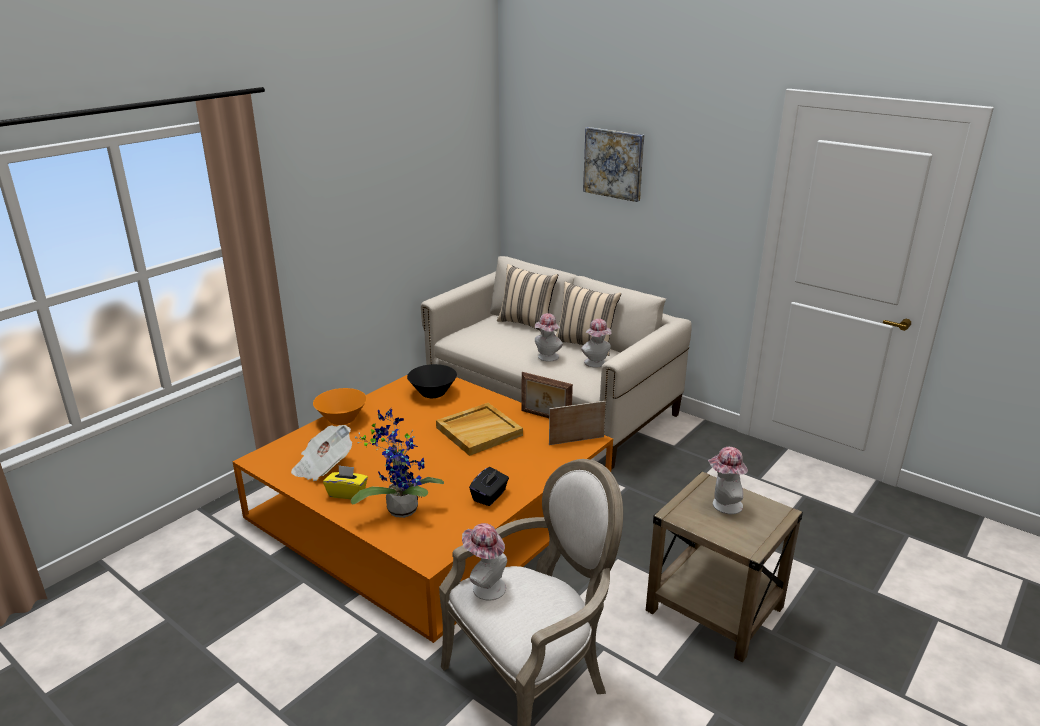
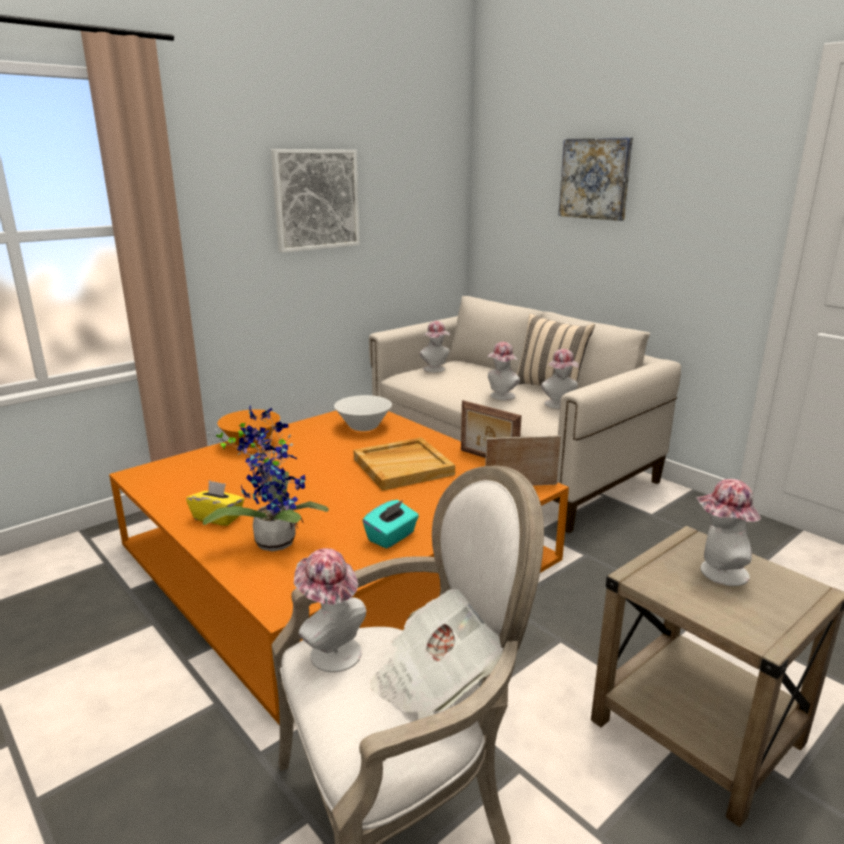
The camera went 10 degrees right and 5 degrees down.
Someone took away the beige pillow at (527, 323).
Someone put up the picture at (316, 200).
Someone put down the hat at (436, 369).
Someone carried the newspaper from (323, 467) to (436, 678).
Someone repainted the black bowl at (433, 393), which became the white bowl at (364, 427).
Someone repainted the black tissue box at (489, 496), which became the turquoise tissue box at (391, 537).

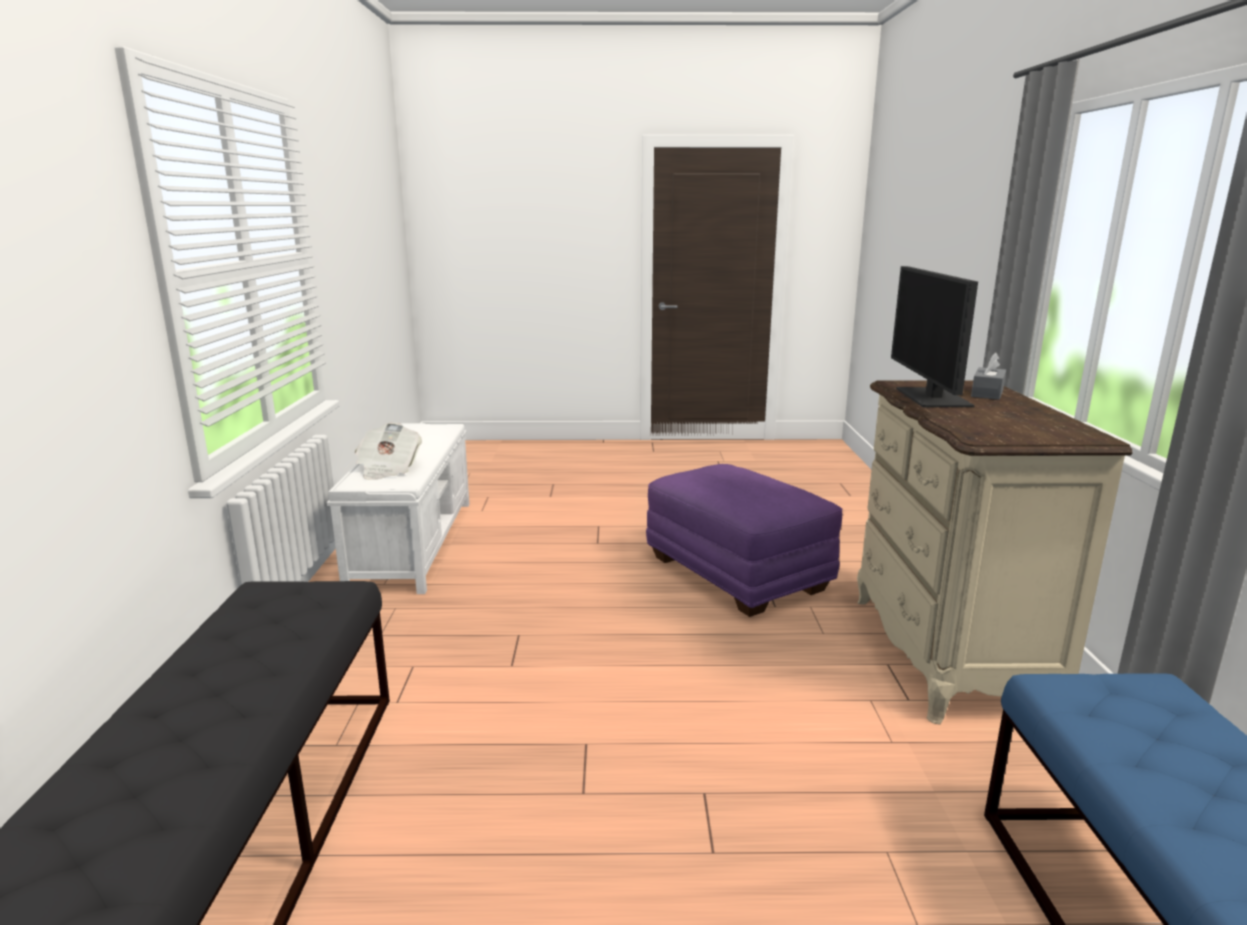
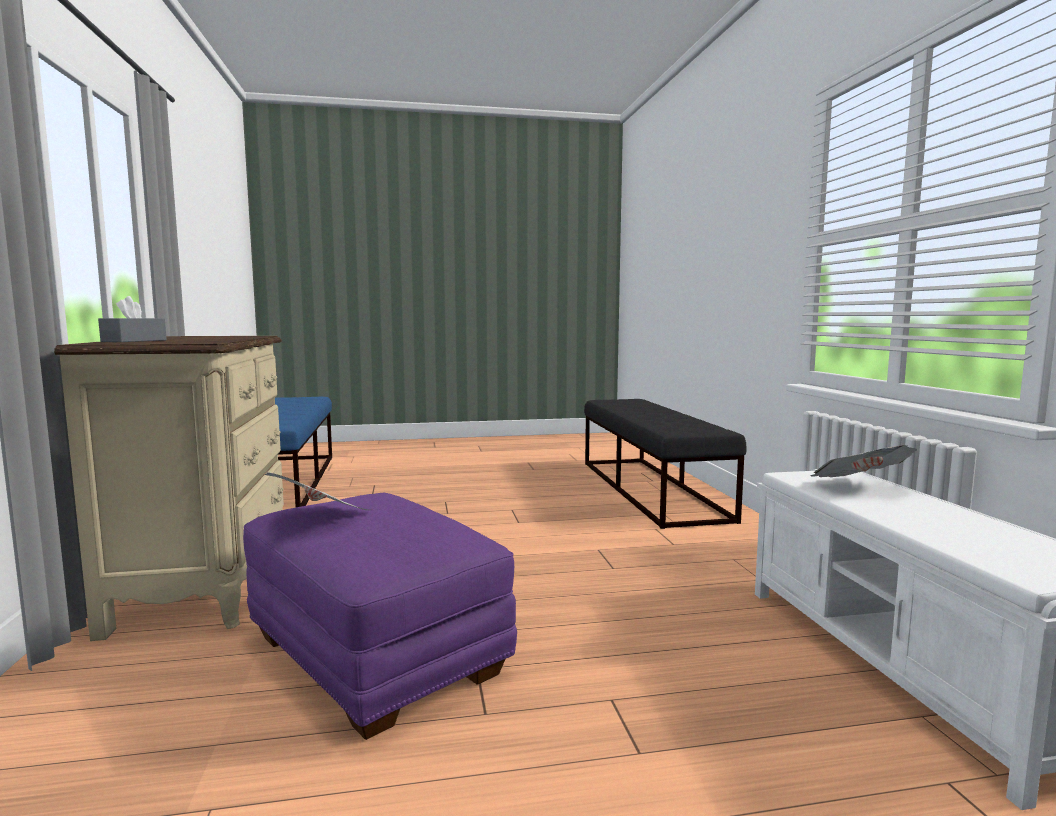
The camera went 170 degrees right and 10 degrees down.
Someone took away the monitor at (933, 397).
Someone put down the newspaper at (320, 518).

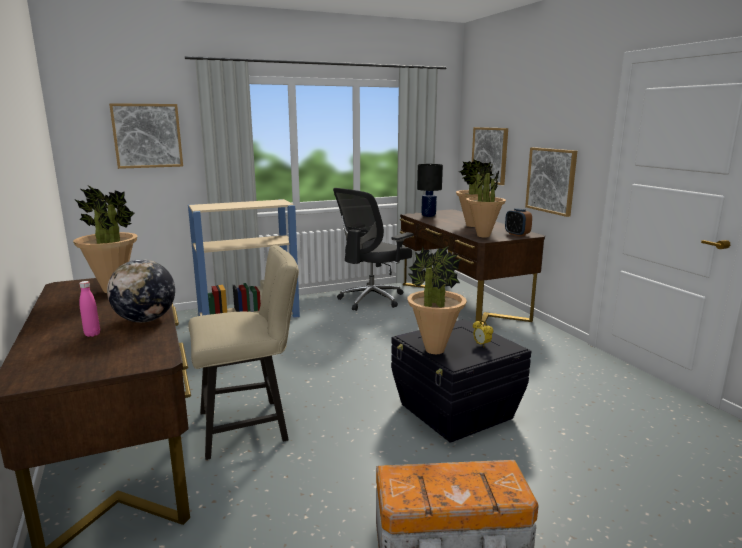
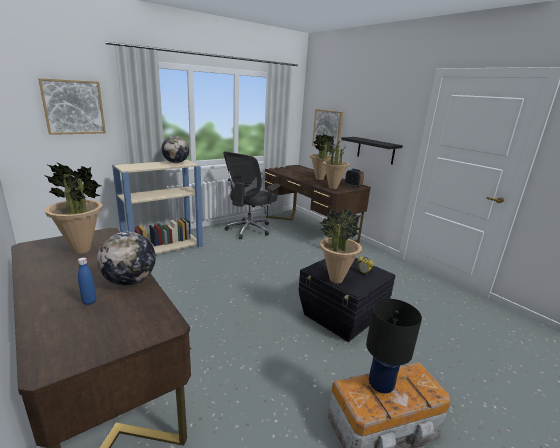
The camera went 15 degrees left and 5 degrees up.
Someone took away the beige chair at (251, 425).
Someone put down the globe at (176, 162).
Someone carried the black table lamp from (428, 216) to (381, 386).
Someone swapped the picture at (551, 180) for the black shelf at (375, 150).
Someone repainted the pink bottle at (92, 334), which became the blue bottle at (89, 302).

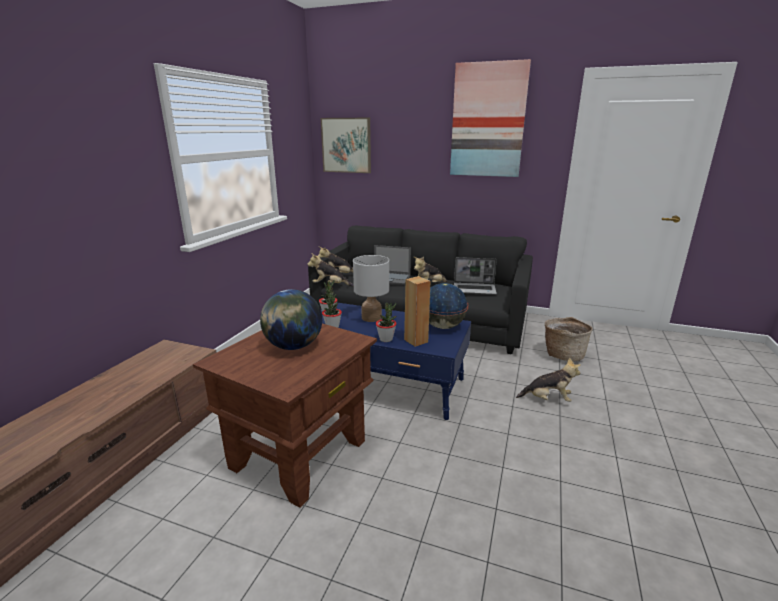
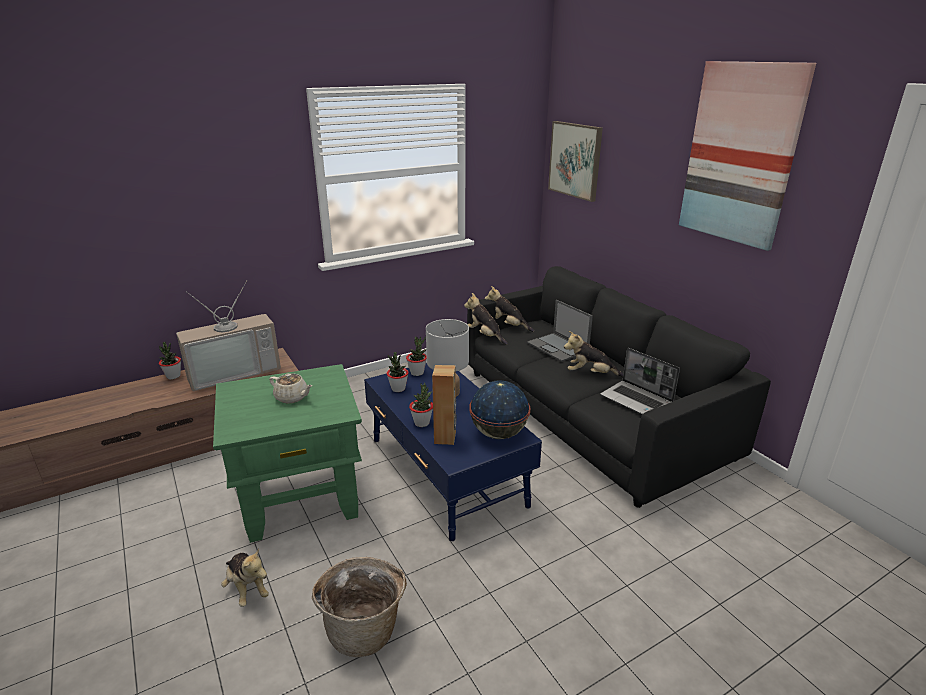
The camera went 40 degrees right and 5 degrees up.
Someone put down the potted plant at (173, 376).
Someone put down the television at (234, 371).
Someone carried the plush toy from (547, 399) to (247, 588).
Someone carried the basket from (563, 354) to (365, 628).
Someone swapped the globe at (293, 346) for the beige teapot at (292, 397).
Someone repainted the brown side table at (300, 454), which became the green side table at (301, 499).

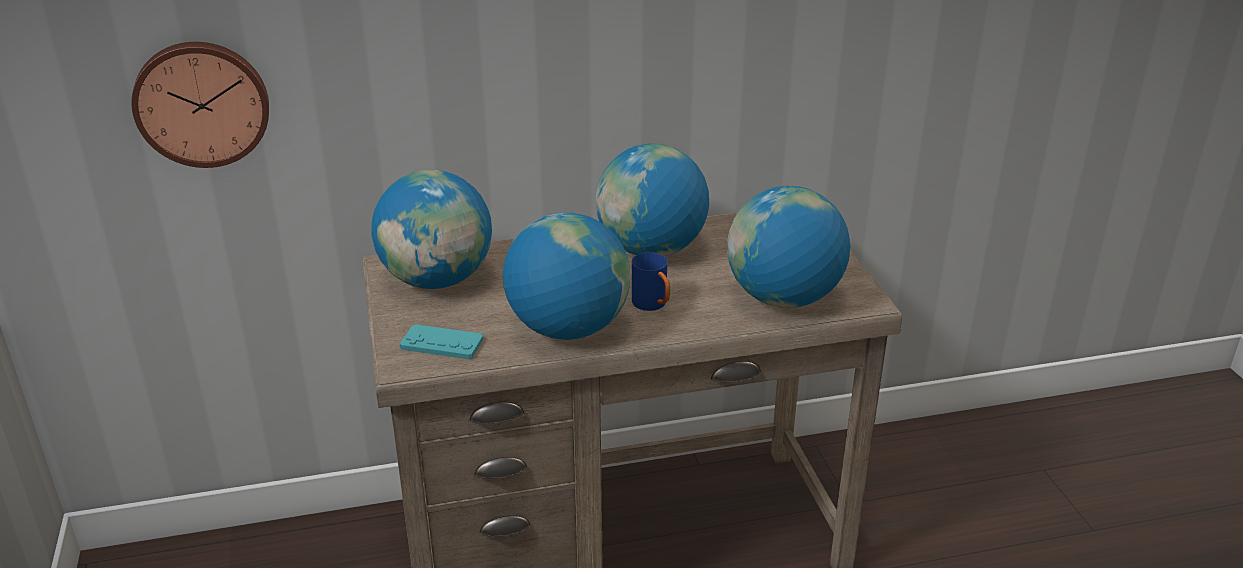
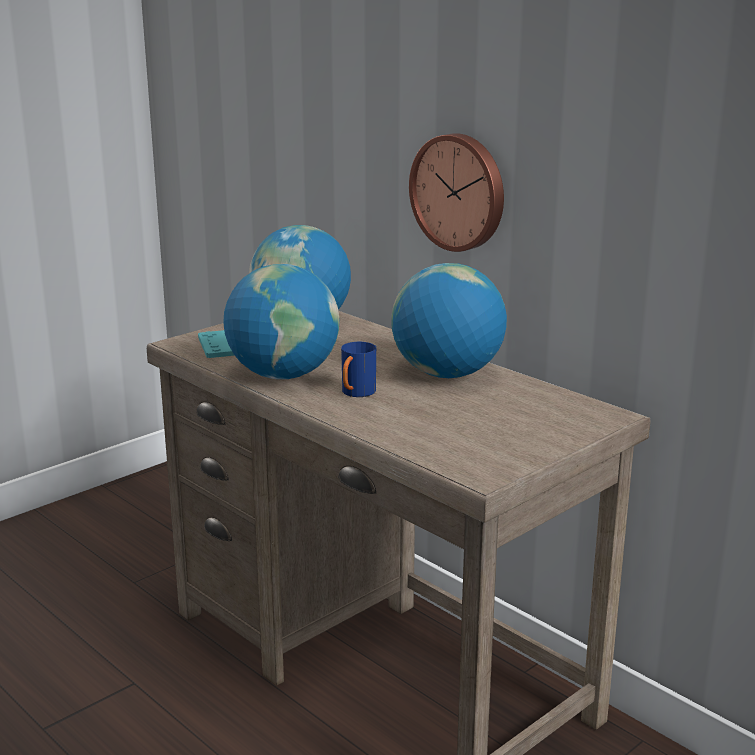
The camera went 60 degrees right and 10 degrees down.
Someone took away the globe at (783, 298).
Someone carried the wall clock from (202, 103) to (459, 192).

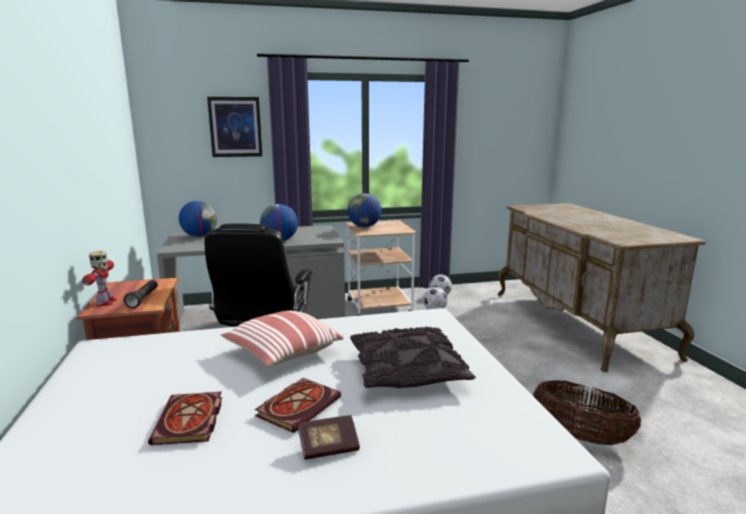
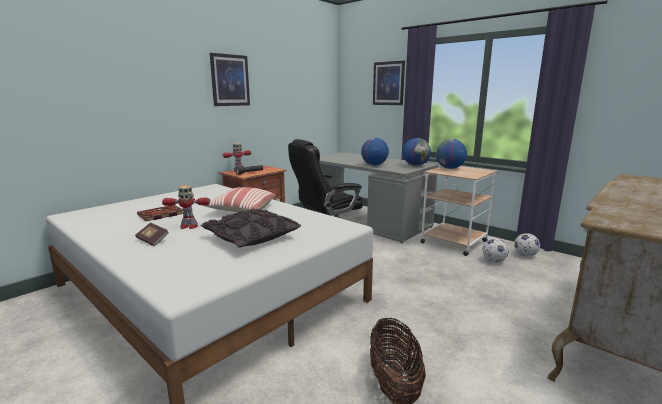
The camera went 55 degrees right and 0 degrees up.
Someone put up the picture at (230, 80).
Someone carried the globe from (199, 236) to (415, 165).
Someone swapped the book at (299, 406) for the toy robot at (188, 226).

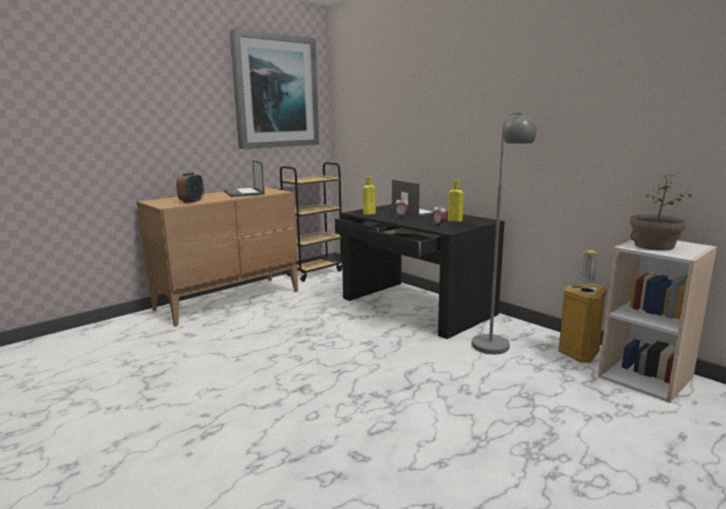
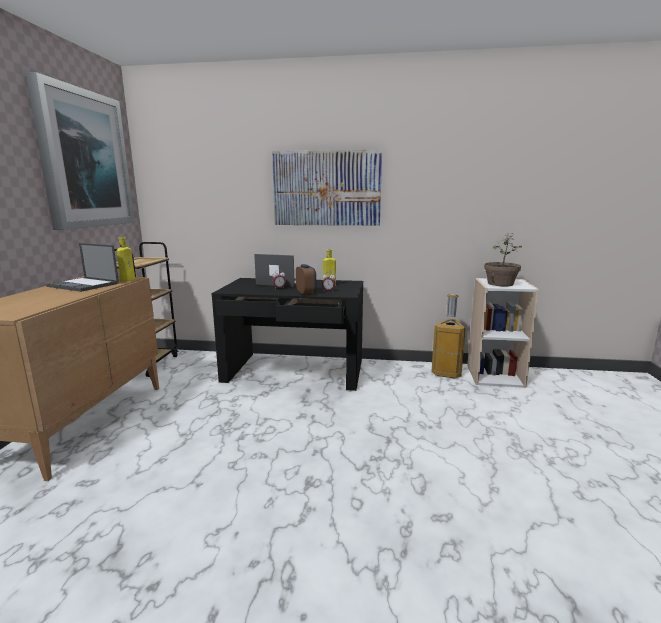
The camera went 40 degrees left and 0 degrees up.
Someone took away the grey floor lamp at (496, 342).
Someone put up the picture at (326, 188).
Someone carried the alarm clock from (191, 201) to (306, 292).
Someone carried the yellow bottle from (370, 213) to (128, 279).

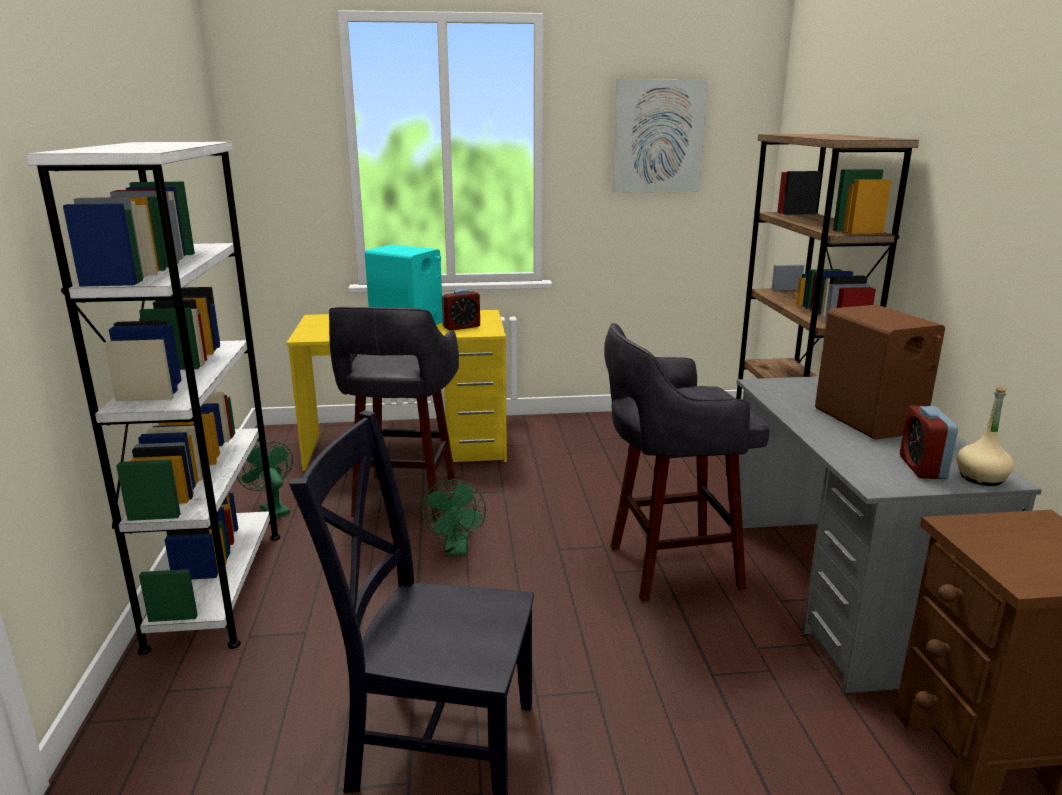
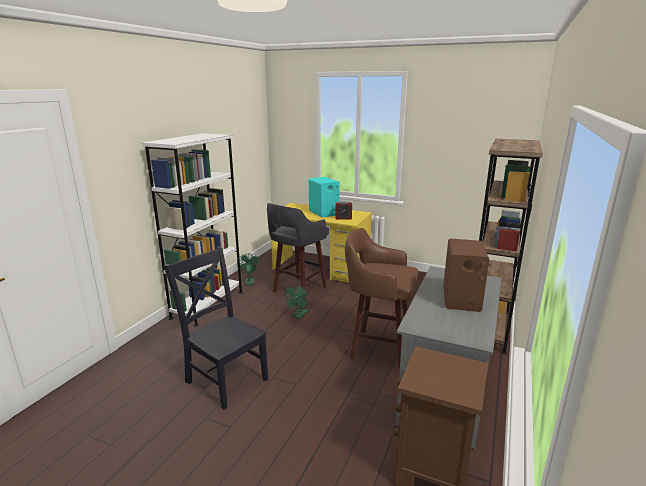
The camera went 30 degrees right and 0 degrees up.
Someone took away the picture at (658, 136).
Someone took away the alarm clock at (922, 467).
Someone took away the beige bottle at (981, 478).
Someone repainted the grey stool at (668, 567), which became the brown stool at (377, 349).

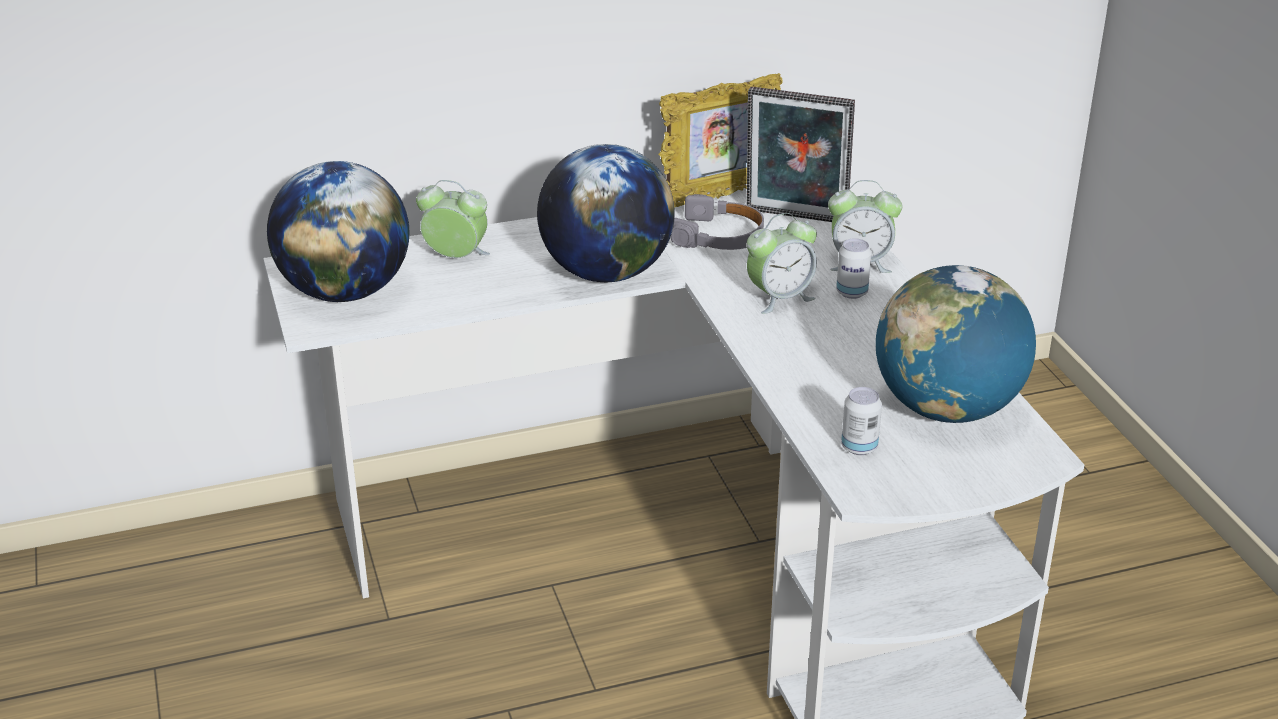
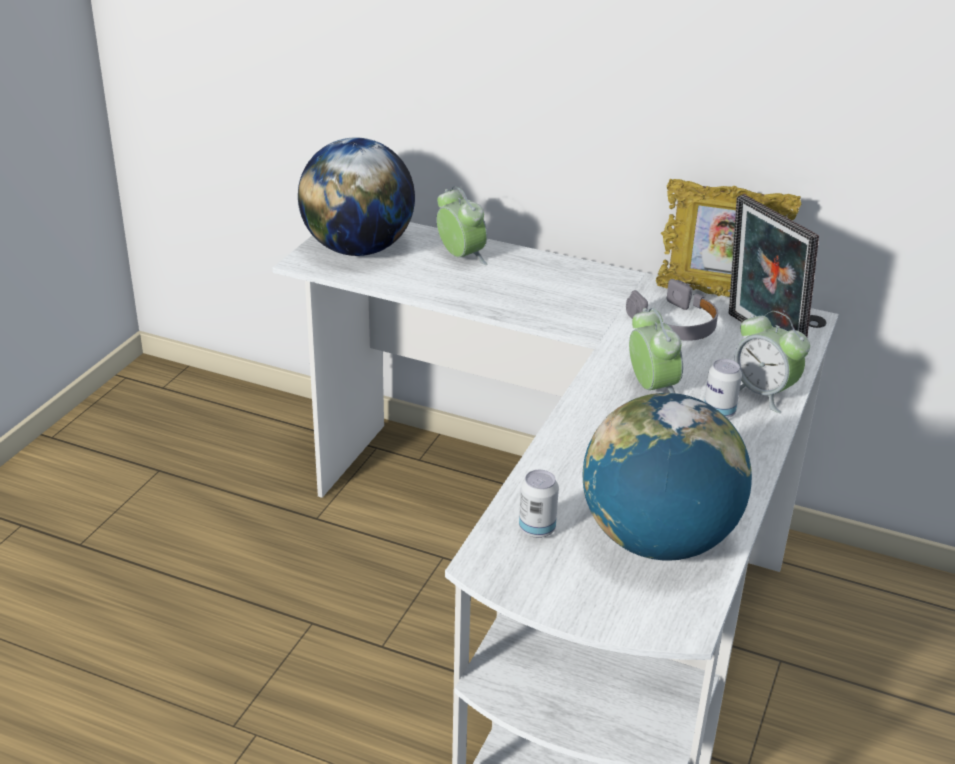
The camera went 40 degrees right and 0 degrees up.
Someone took away the globe at (606, 273).
Someone rotated the alarm clock at (779, 298) by 120 degrees counterclockwise.

